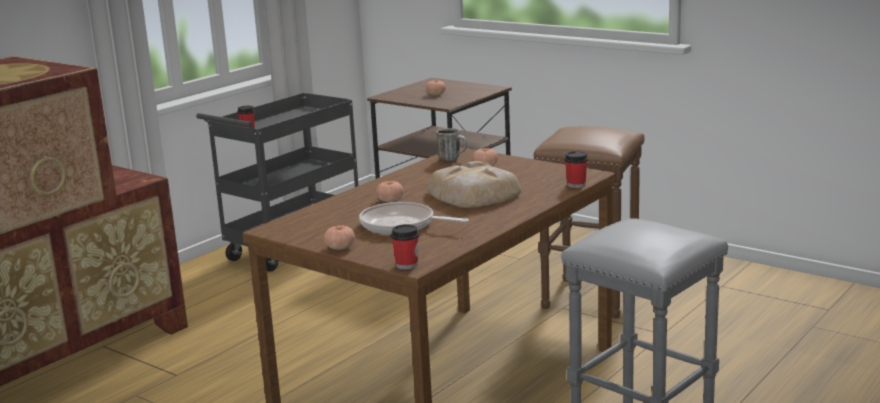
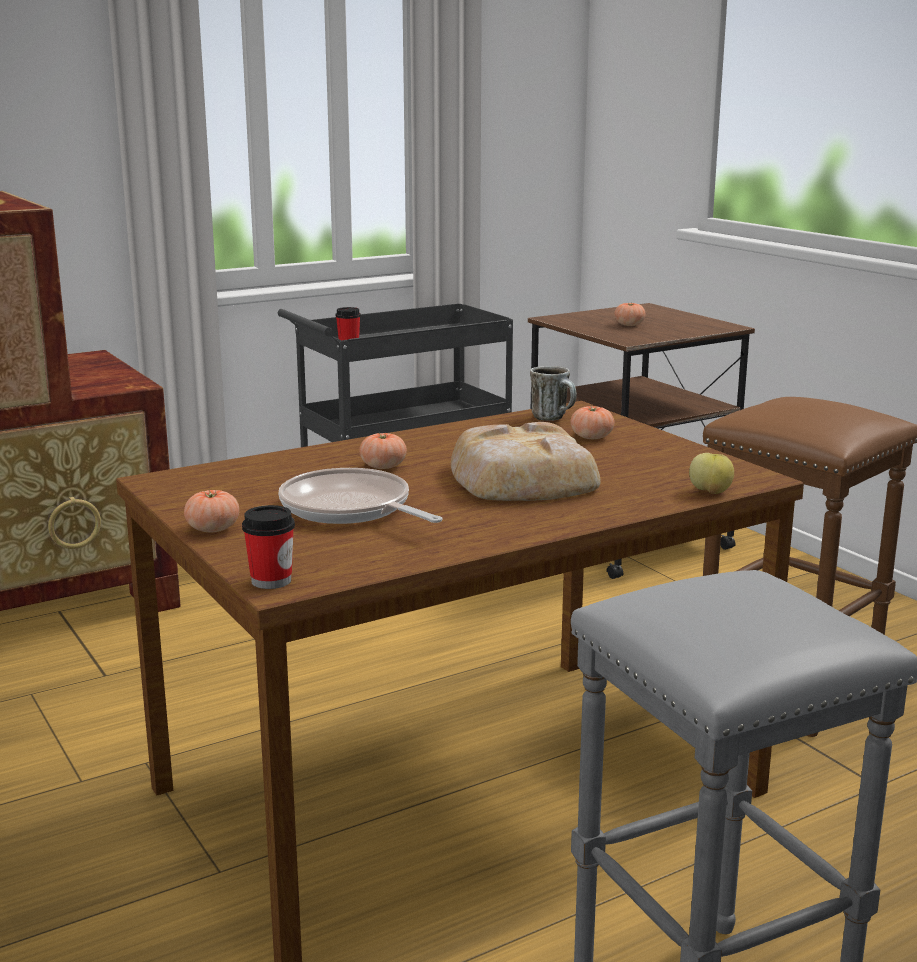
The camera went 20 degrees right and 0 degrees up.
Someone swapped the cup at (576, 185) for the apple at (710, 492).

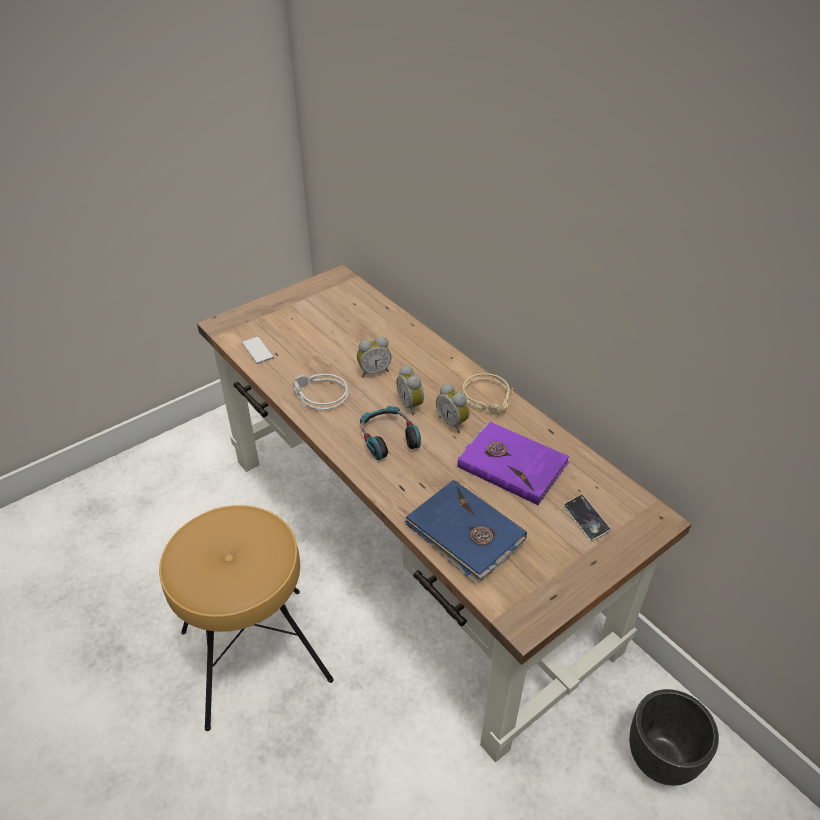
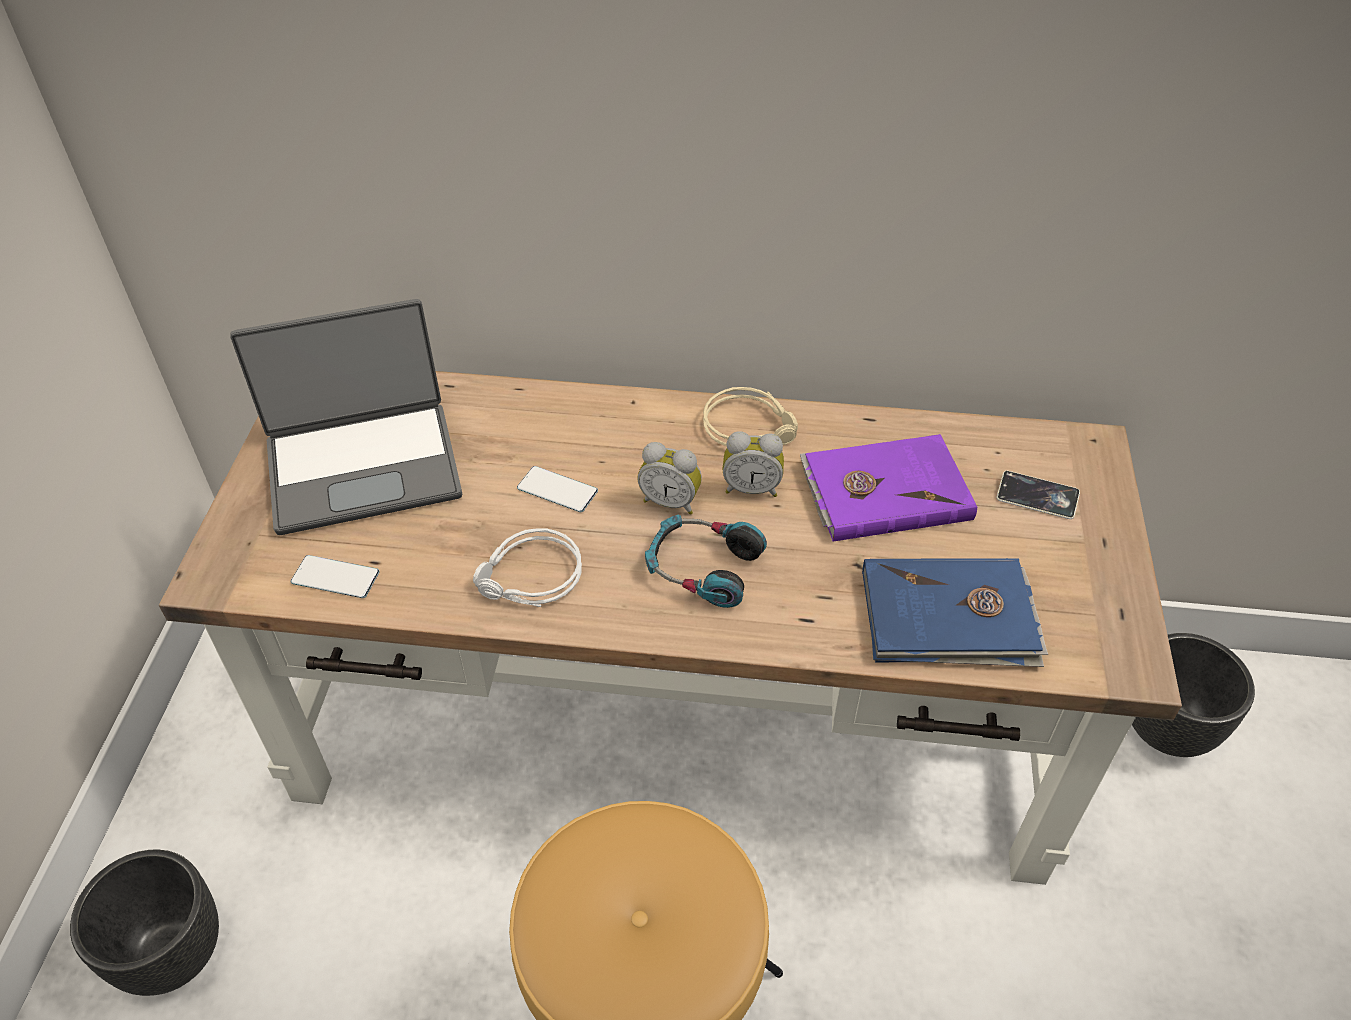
The camera went 45 degrees left and 5 degrees up.
Someone put down the black planter at (175, 953).
Someone put down the laptop at (364, 466).
Someone swapped the alarm clock at (374, 371) for the phone at (557, 490).

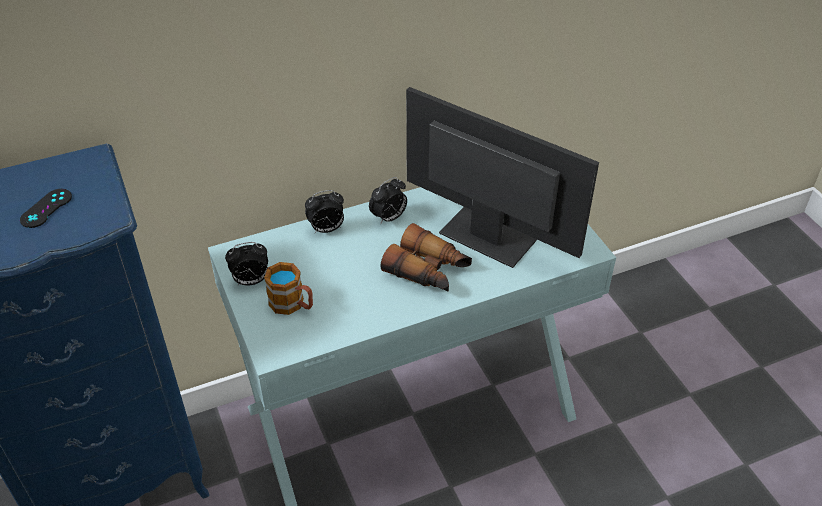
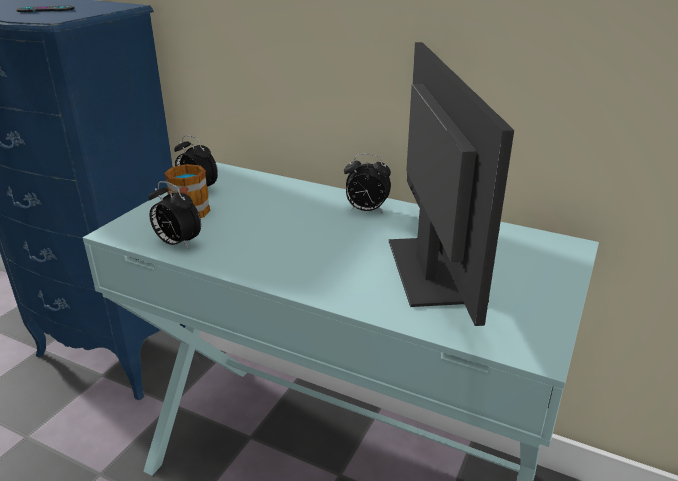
The camera went 50 degrees right and 15 degrees down.
Someone took away the binoculars at (428, 270).
Someone carried the alarm clock from (326, 229) to (177, 243).

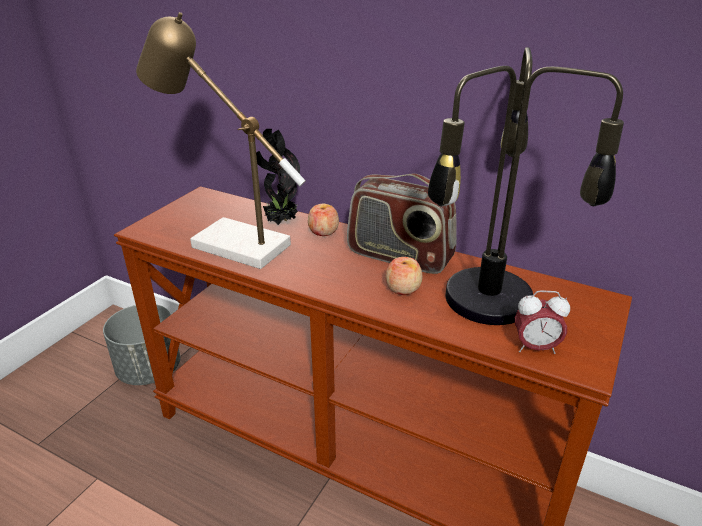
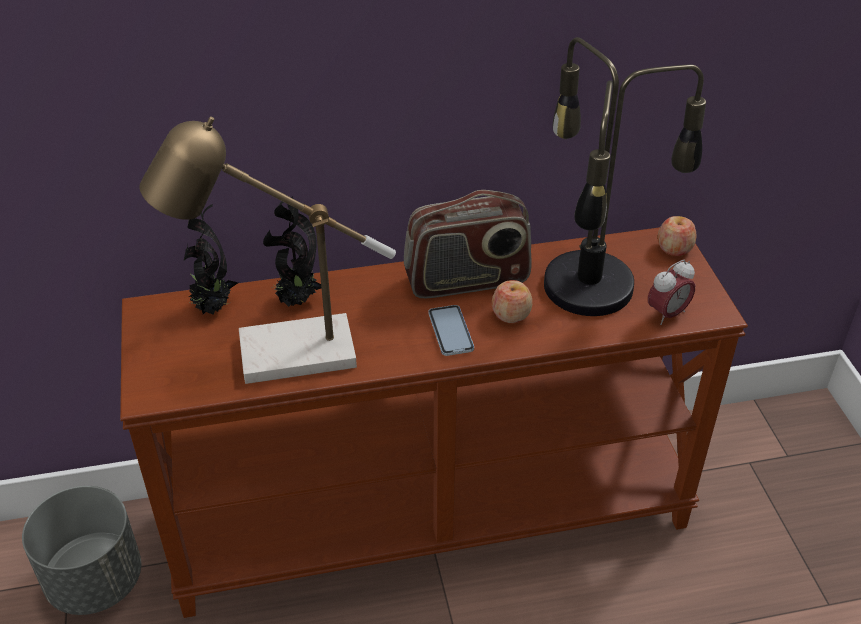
The camera went 40 degrees left and 10 degrees up.
Someone put down the potted plant at (213, 308).
Someone put down the phone at (450, 331).
Someone carried the apple from (323, 231) to (674, 248).

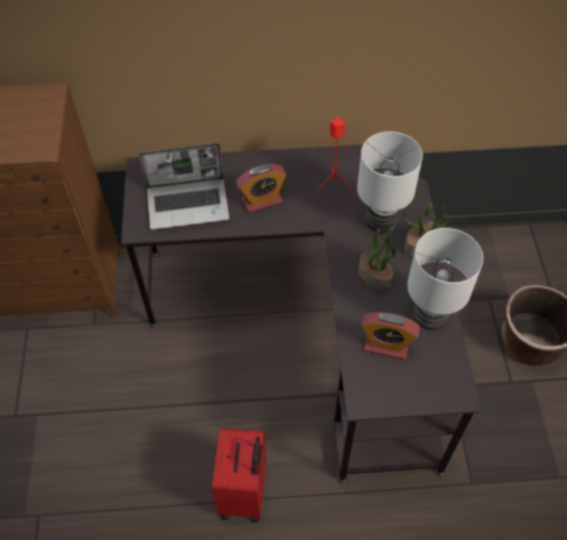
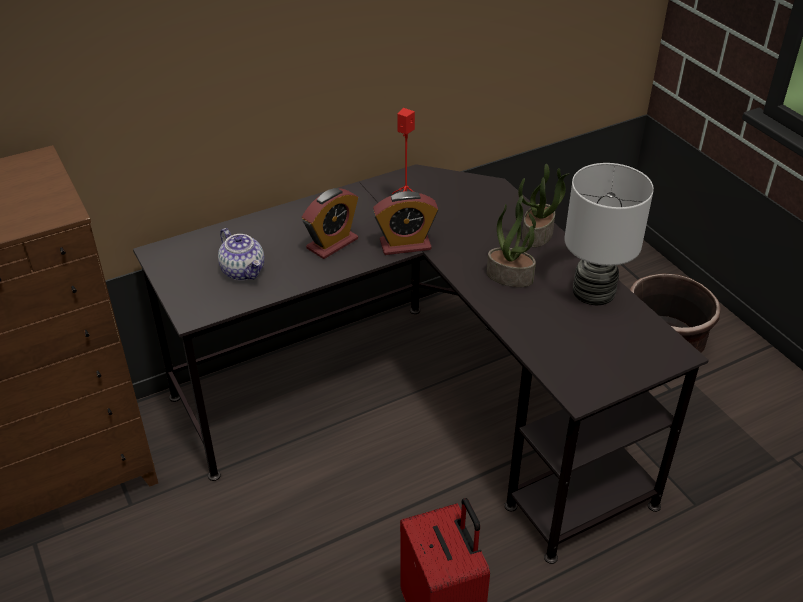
The camera went 25 degrees left and 15 degrees down.
Someone took away the grey table lamp at (380, 220).
Someone carried the alarm clock from (386, 345) to (405, 245).
Someone swapped the laptop at (189, 204) for the teapot at (244, 271).

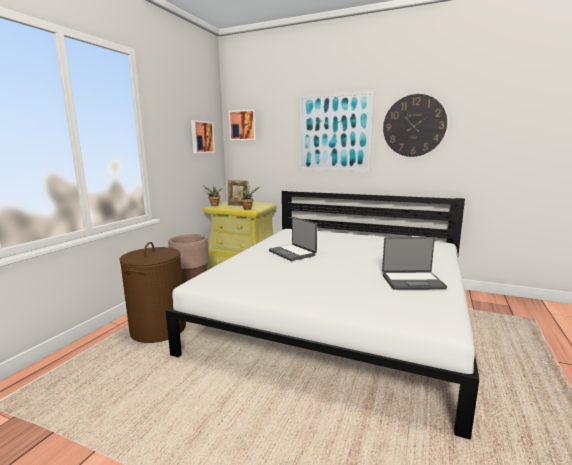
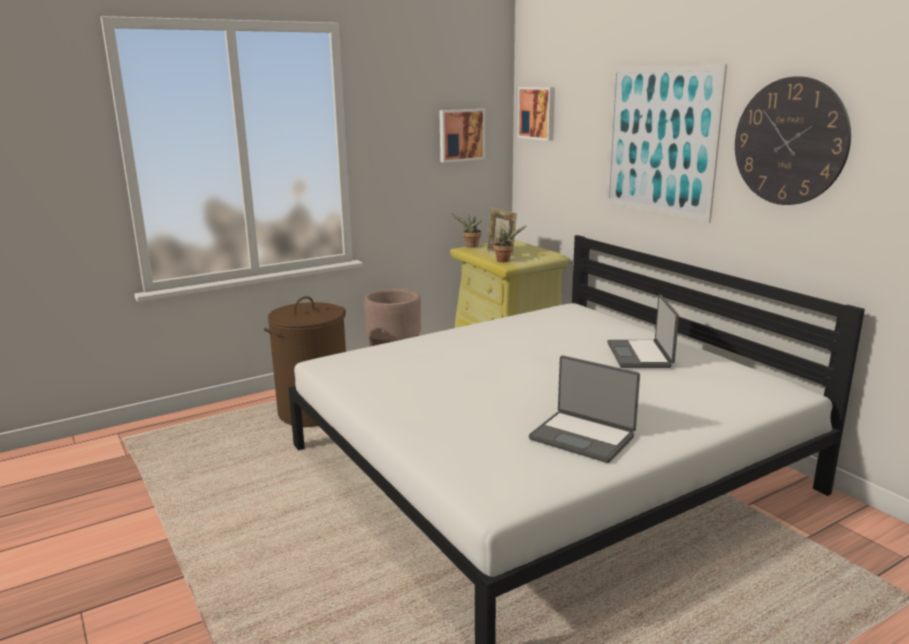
The camera went 35 degrees right and 5 degrees up.
Someone carried the laptop from (293, 253) to (640, 355).

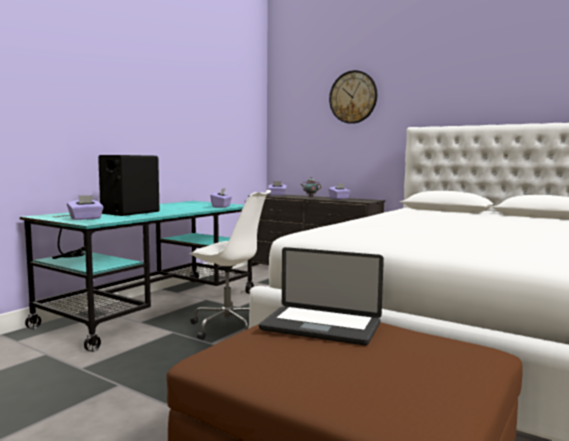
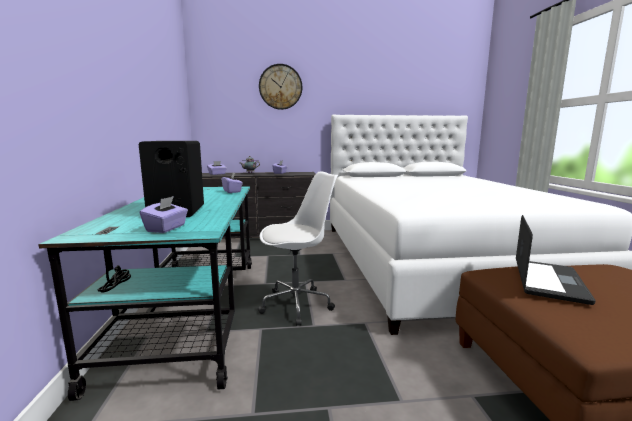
The camera went 40 degrees left and 5 degrees up.
Someone rotated the laptop at (321, 327) by 45 degrees counterclockwise.

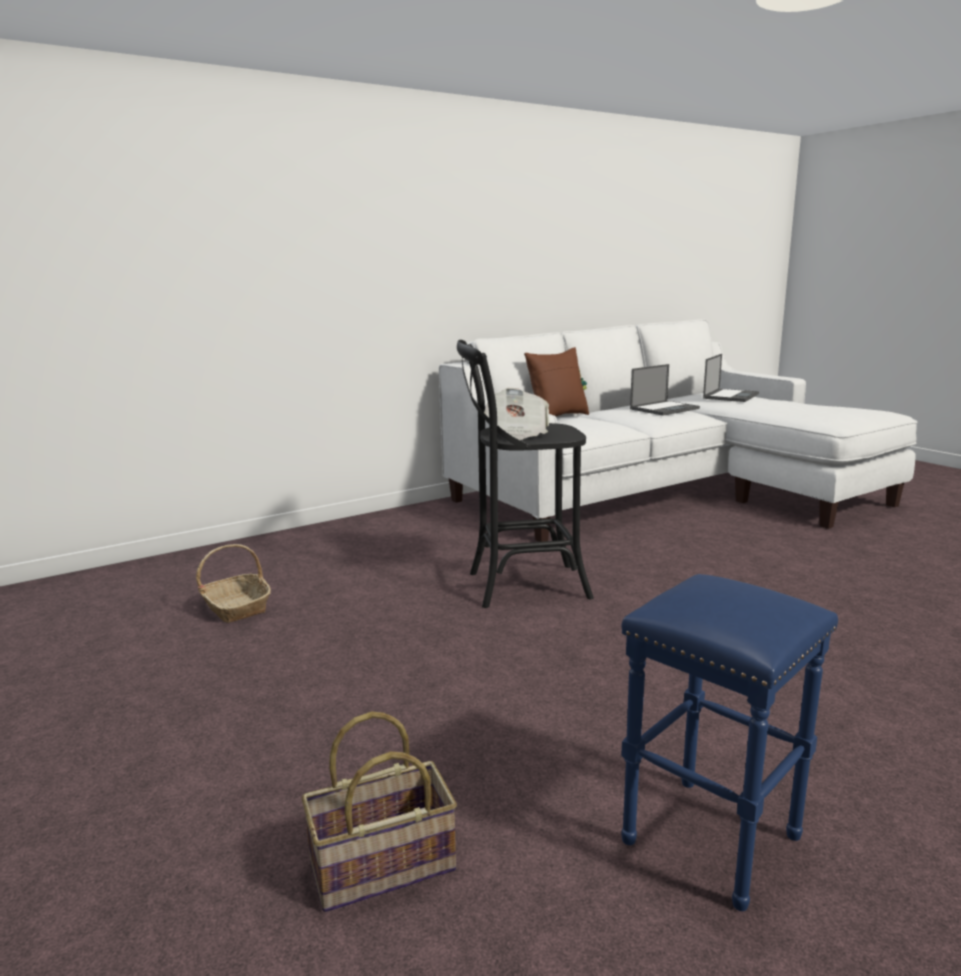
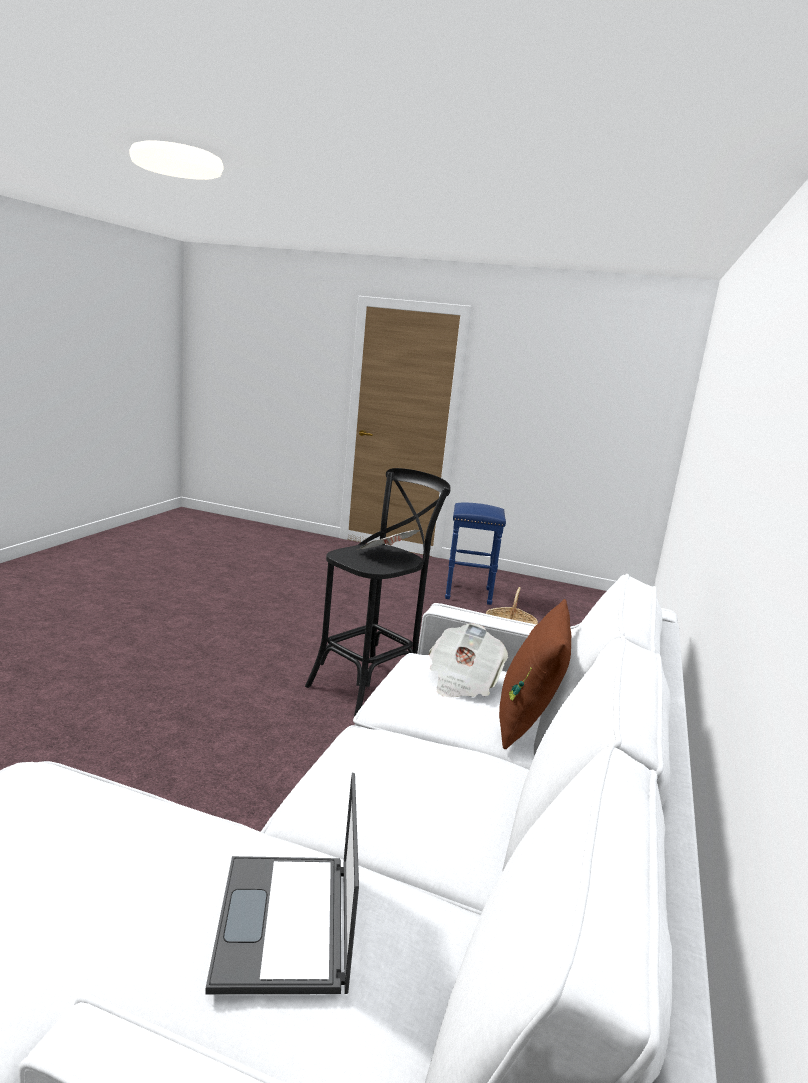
The camera went 140 degrees right and 0 degrees up.
Someone took away the basket at (382, 868).
Someone took away the laptop at (664, 409).
Someone put down the newspaper at (462, 681).
Someone carried the blue stool from (707, 838) to (469, 593).

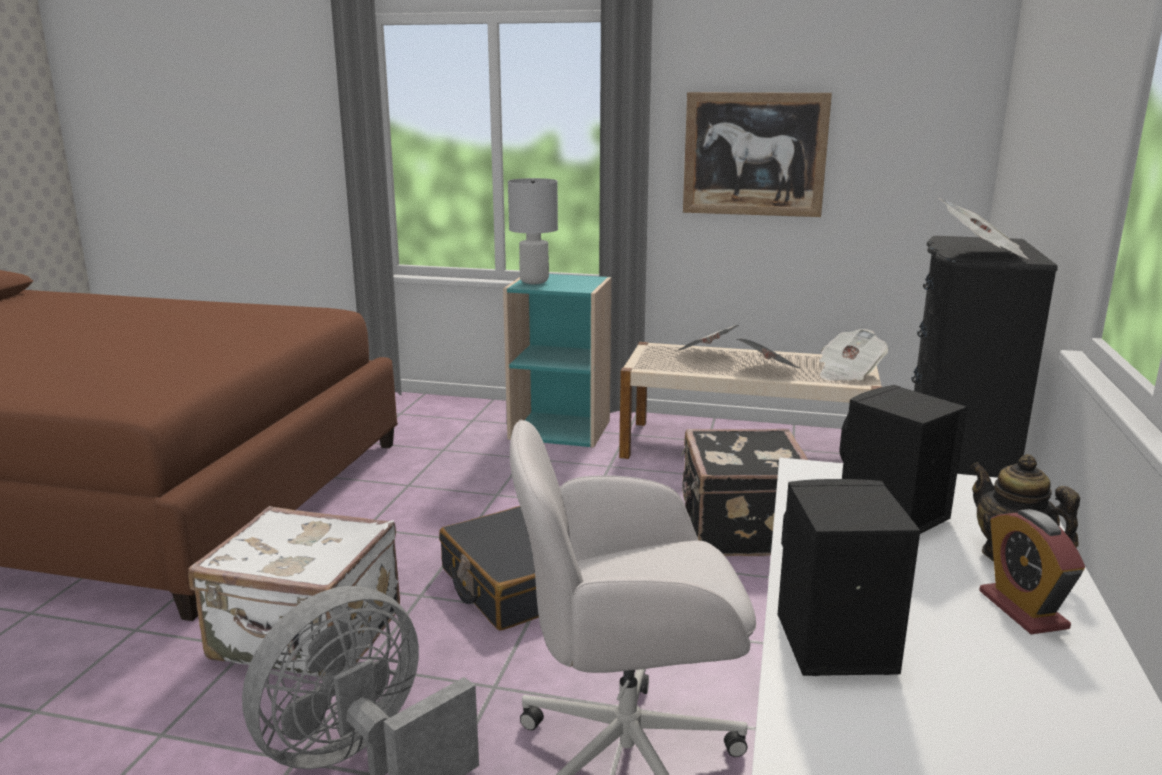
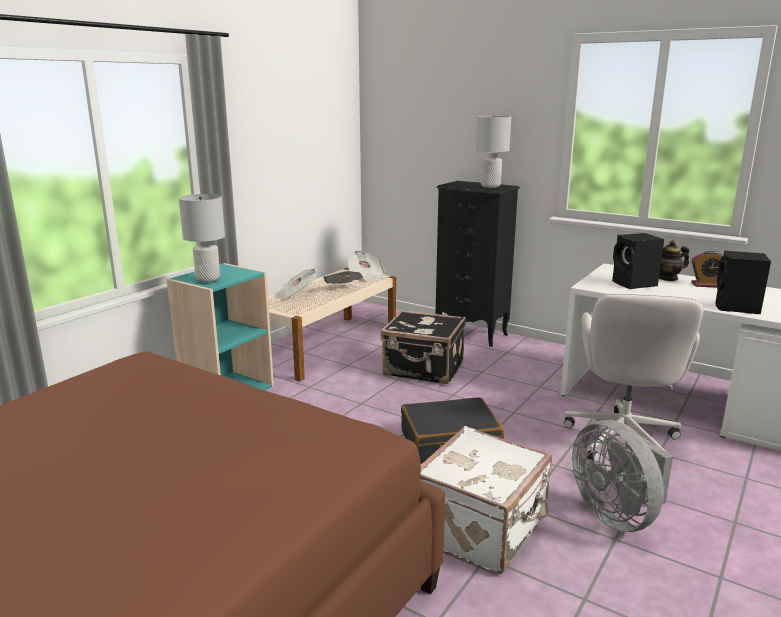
The camera went 70 degrees left and 0 degrees up.
Someone took away the picture at (754, 154).
Someone swapped the newspaper at (982, 254) for the grey table lamp at (490, 187).

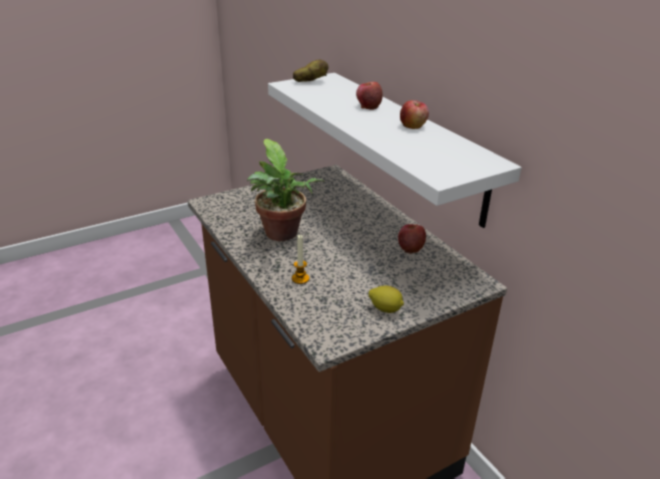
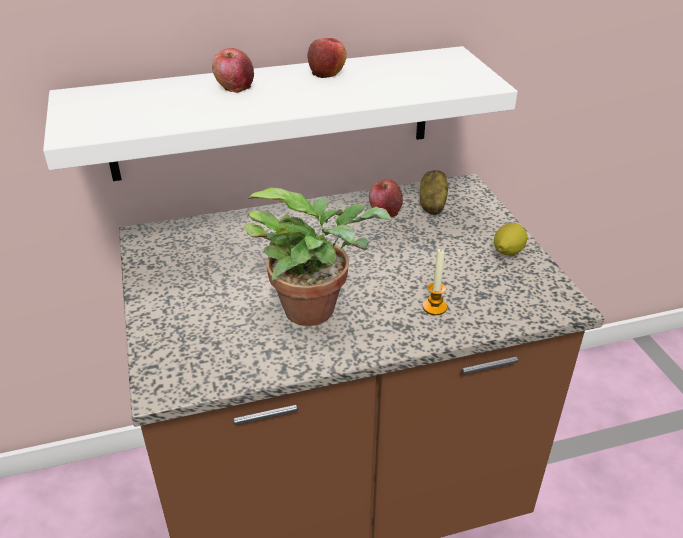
The camera went 75 degrees left and 5 degrees up.
Someone carried the potato from (310, 81) to (432, 204).

